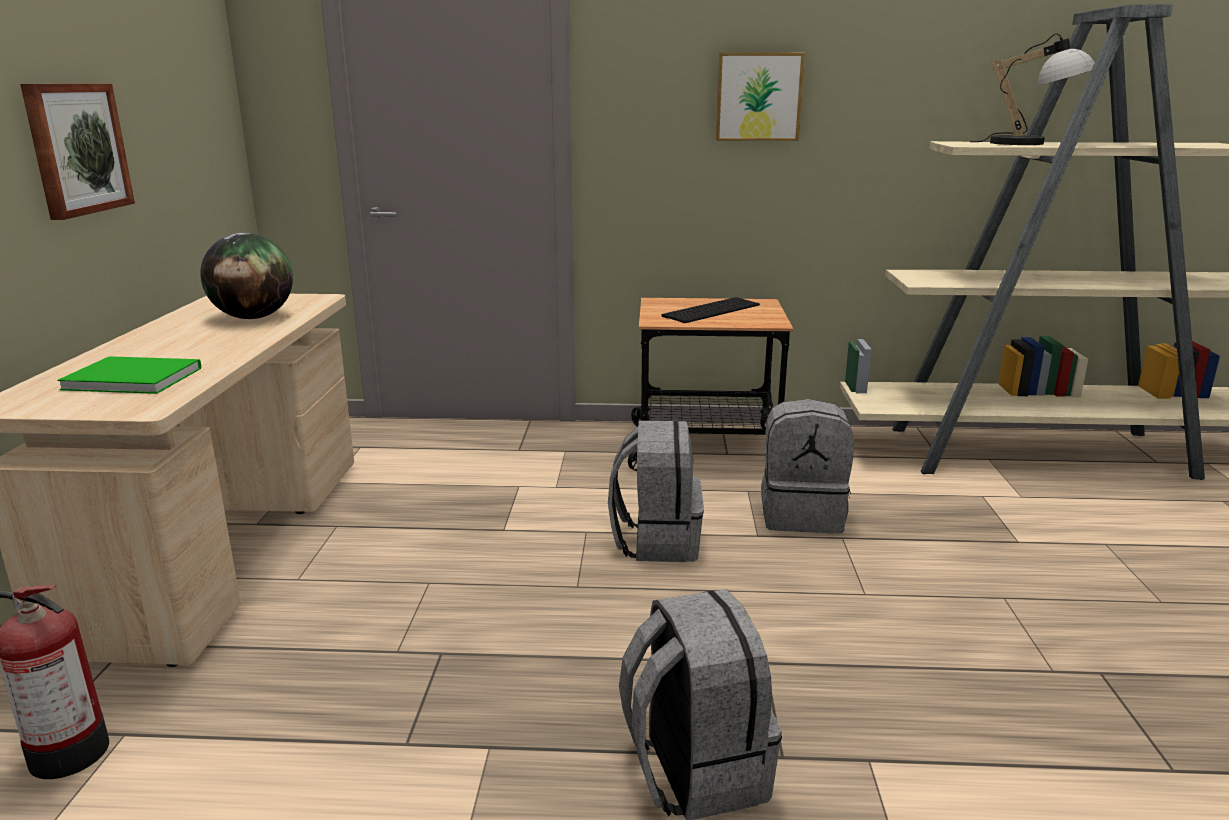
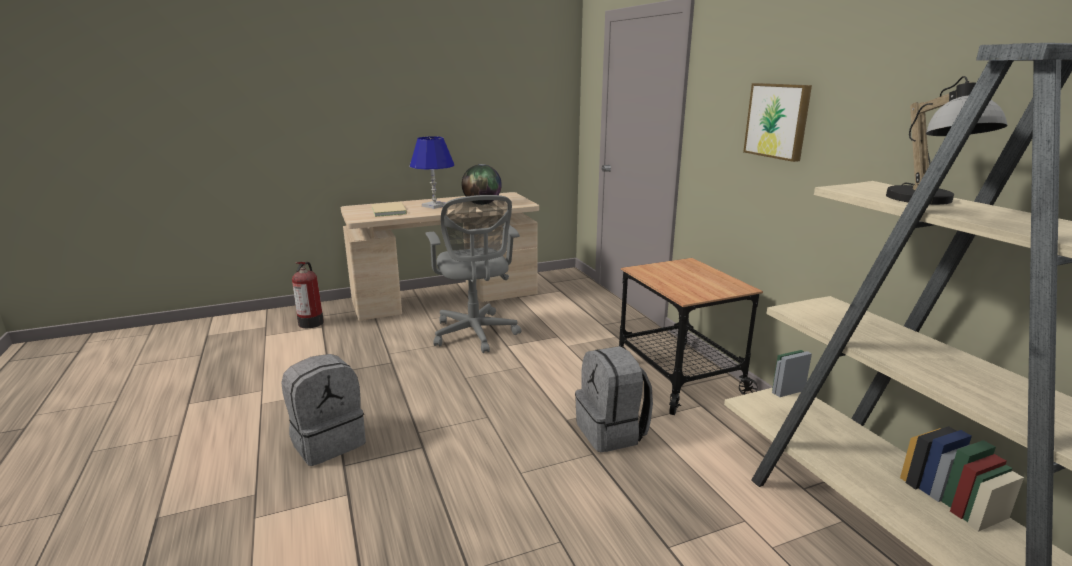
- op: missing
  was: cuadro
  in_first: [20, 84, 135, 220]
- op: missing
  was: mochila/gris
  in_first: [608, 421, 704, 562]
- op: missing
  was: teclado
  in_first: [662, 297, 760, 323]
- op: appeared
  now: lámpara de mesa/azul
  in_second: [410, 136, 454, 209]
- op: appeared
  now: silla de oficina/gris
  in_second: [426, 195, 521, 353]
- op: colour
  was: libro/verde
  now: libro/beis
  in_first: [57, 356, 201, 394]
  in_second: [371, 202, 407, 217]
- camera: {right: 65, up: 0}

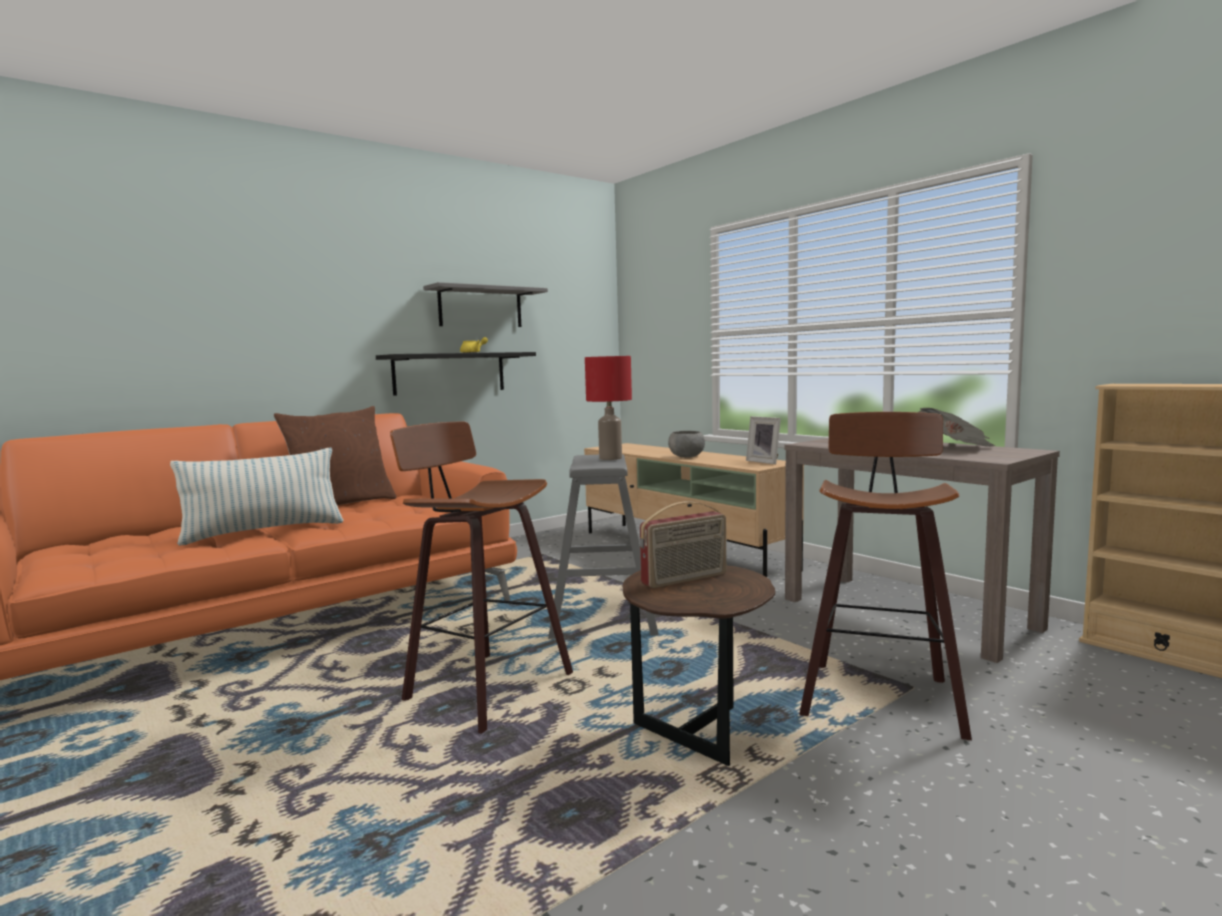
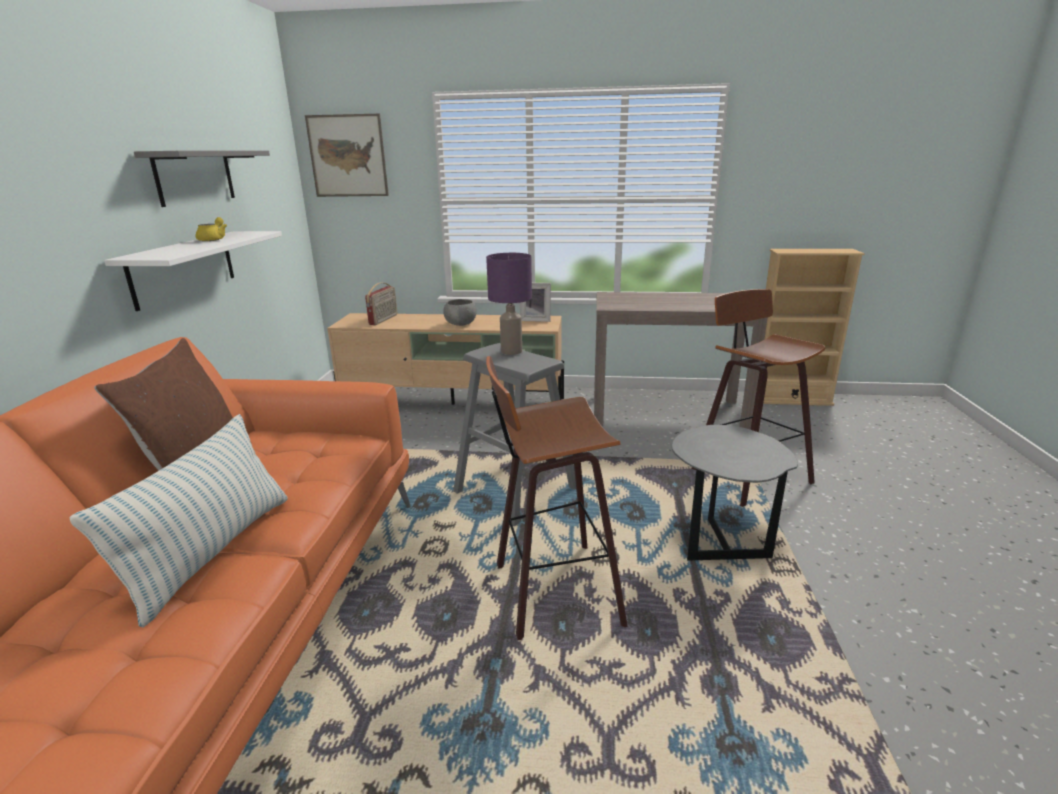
- op: missing
  was: periódico
  in_first: [919, 408, 995, 447]
- op: appeared
  now: cuadro
  in_second: [305, 114, 389, 197]
- op: relocated
  was: radio
  in_first: [640, 501, 726, 588]
  in_second: [365, 283, 397, 325]
- op: colour
  was: estante/negro
  now: estante/blanco
  in_first: [376, 352, 536, 396]
  in_second: [104, 231, 282, 311]
- op: colour
  was: lámpara de mesa/rojo
  now: lámpara de mesa/morado
  in_first: [585, 356, 632, 460]
  in_second: [486, 253, 532, 355]
- op: colour
  was: mesa auxiliar/marrón
  now: mesa auxiliar/gris
  in_first: [623, 566, 775, 766]
  in_second: [672, 425, 798, 561]
- camera: {right: -45, up: 15}

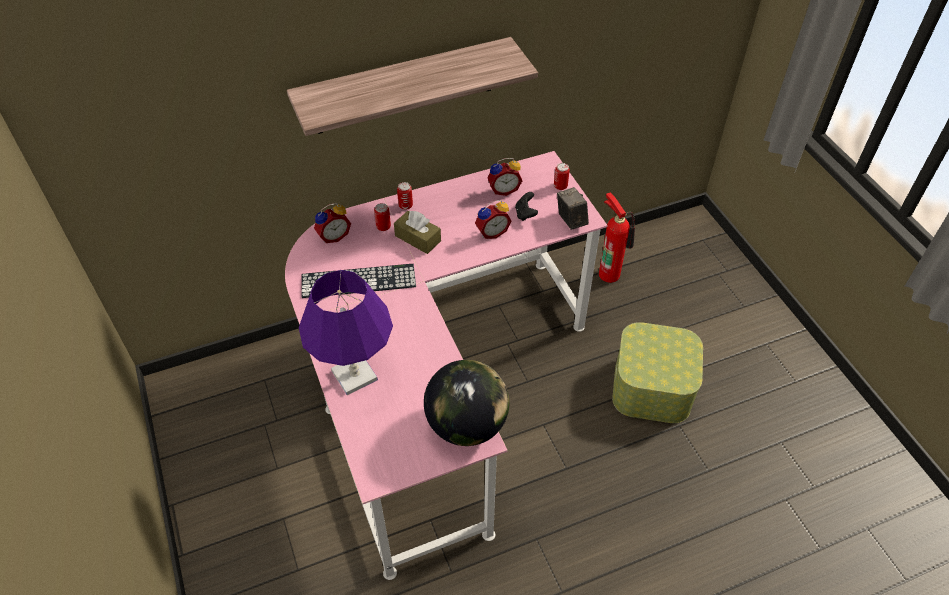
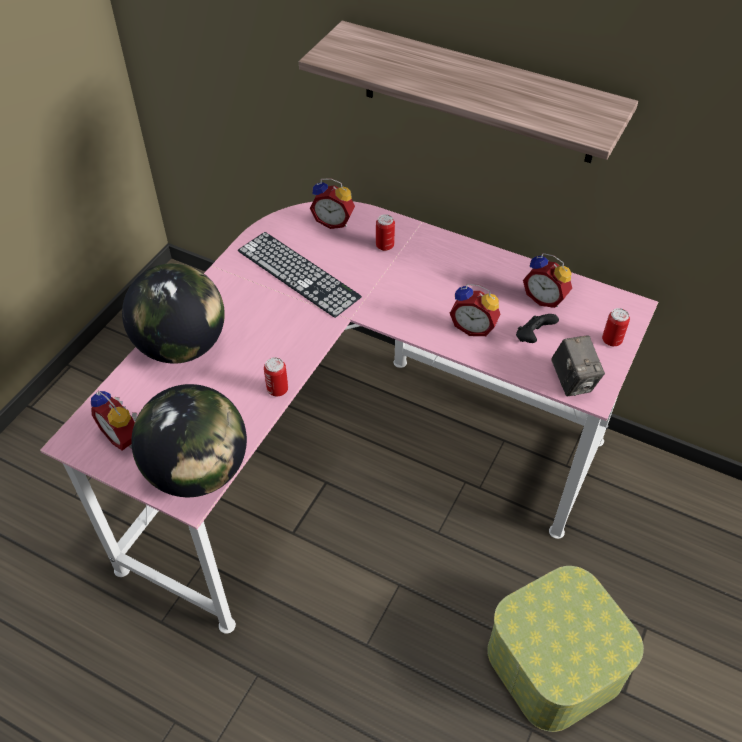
- op: missing
  was: caja de pañuelos/marrón
  in_first: [394, 211, 441, 254]
- op: missing
  was: extintor
  in_first: [599, 192, 635, 283]
- op: appeared
  now: despertador
  in_second: [91, 391, 137, 450]
- op: relocated
  was: lata
  in_first: [397, 182, 413, 210]
  in_second: [264, 357, 288, 396]
- op: exchanged
  was: lámpara de mesa/morado
  now: globo terráqueo
  in_first: [299, 270, 393, 395]
  in_second: [122, 263, 225, 364]
- op: spun
  was: cámara
  in_first: [557, 187, 589, 230]
  in_second: [551, 335, 605, 397]
  clockwise: 135
- camera: {right: 50, up: 0}

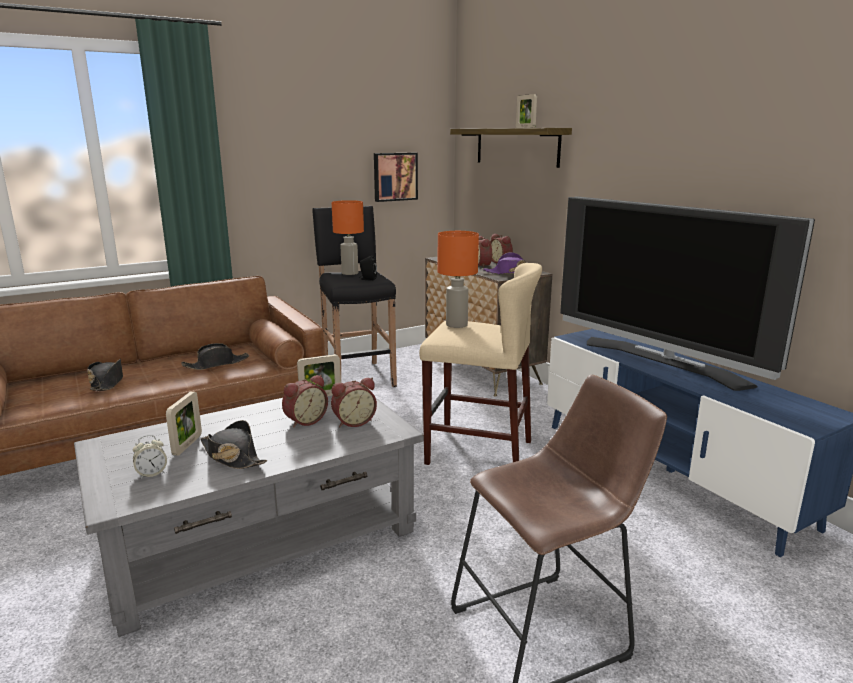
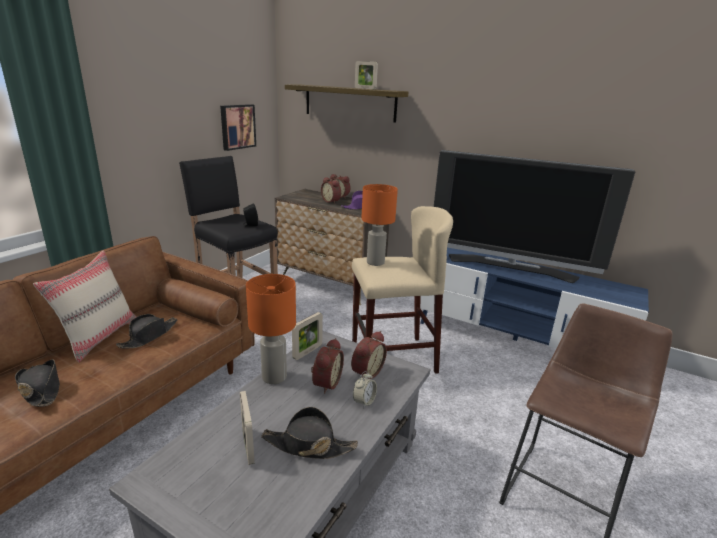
- op: appeared
  now: cojín/beis
  in_second: [33, 250, 136, 362]
- op: relocated
  was: despertador
  in_first: [132, 435, 167, 479]
  in_second: [353, 371, 377, 408]
- op: relocated
  was: lámpara de mesa/naranja
  in_first: [332, 200, 364, 275]
  in_second: [246, 274, 296, 384]
- camera: {right: -30, up: 5}

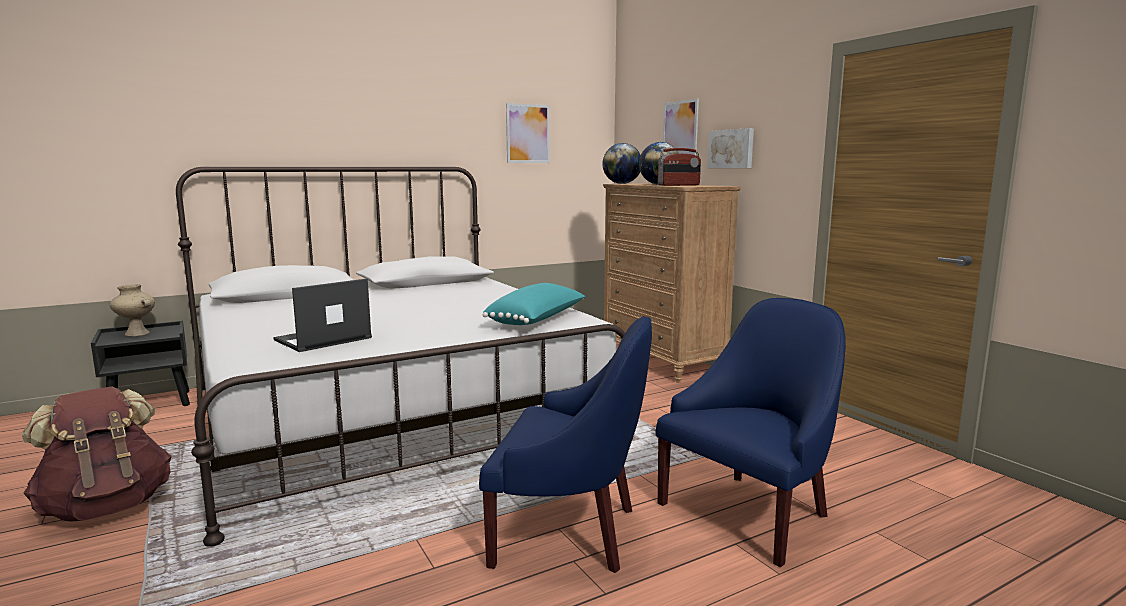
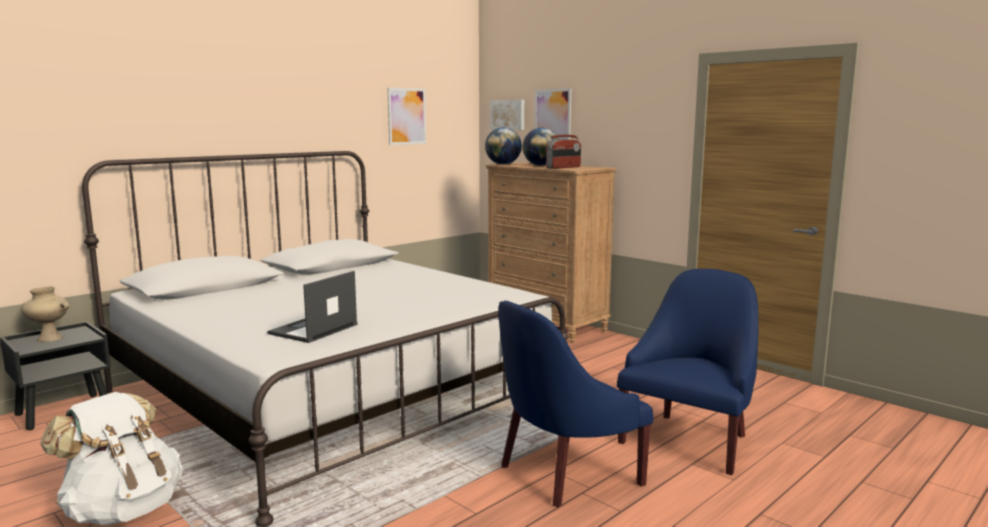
- op: missing
  was: cojín/turquesa
  in_first: [483, 283, 586, 325]
- op: relocated
  was: cuadro
  in_first: [708, 128, 754, 168]
  in_second: [490, 100, 524, 130]
- op: colour
  was: mochila/marrón
  now: mochila/blanco
  in_first: [22, 386, 172, 522]
  in_second: [40, 392, 182, 525]
- op: spun
  was: sillón/azul
  in_first: [479, 316, 652, 573]
  in_second: [498, 301, 653, 507]
  clockwise: 150
- camera: {right: -15, up: 0}

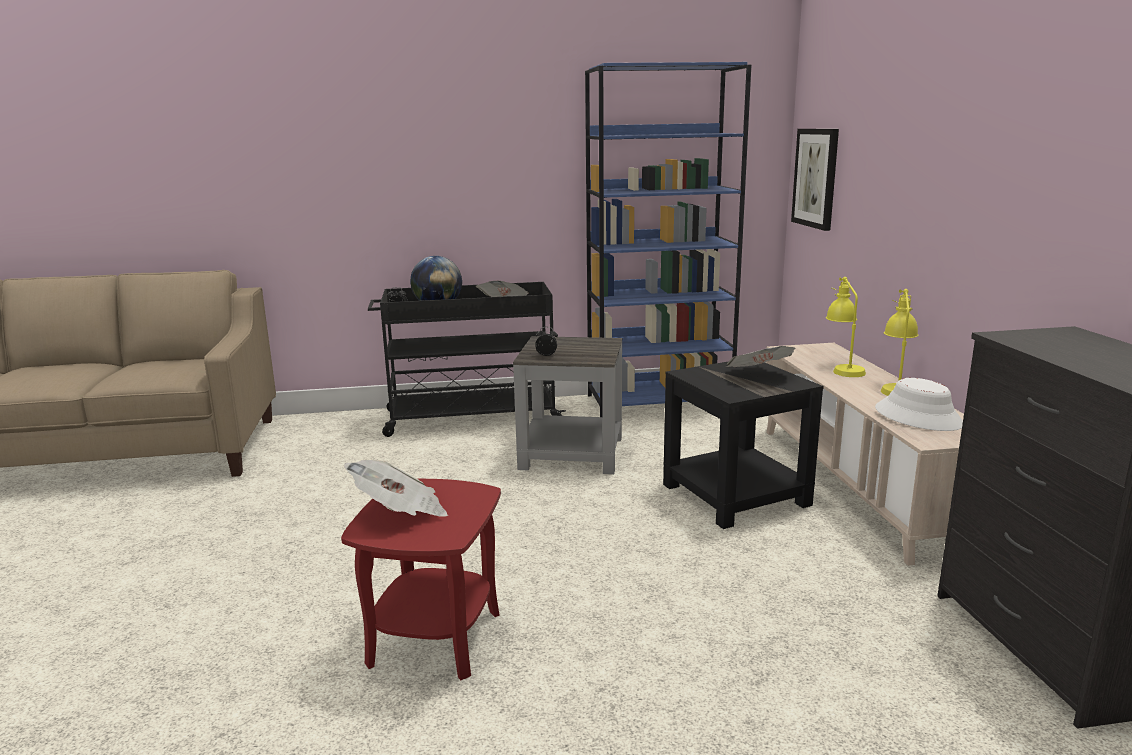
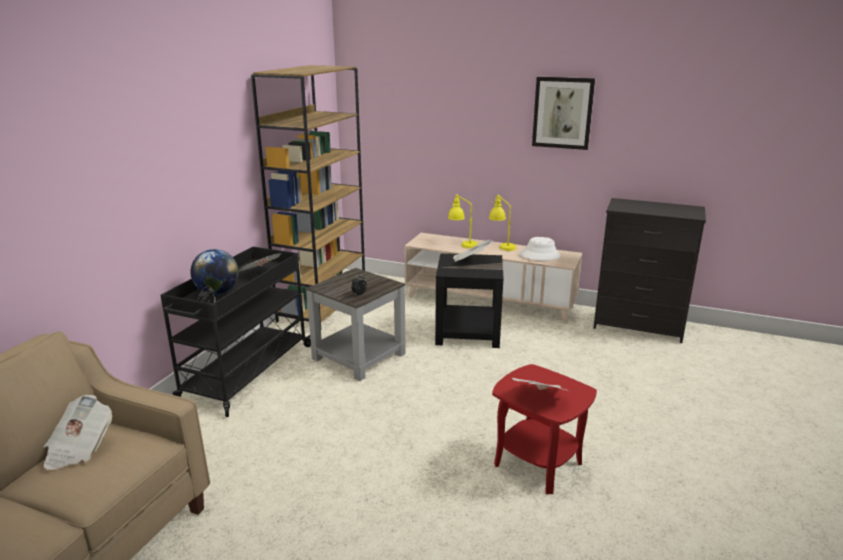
- op: appeared
  now: periódico
  in_second: [43, 395, 112, 470]
- op: relocated
  was: cuadro
  in_first: [791, 129, 839, 231]
  in_second: [532, 77, 595, 150]
- op: colour
  was: estantería/azul
  now: estantería/marrón
  in_first: [585, 62, 751, 417]
  in_second: [251, 65, 365, 325]
- camera: {right: -60, up: 5}

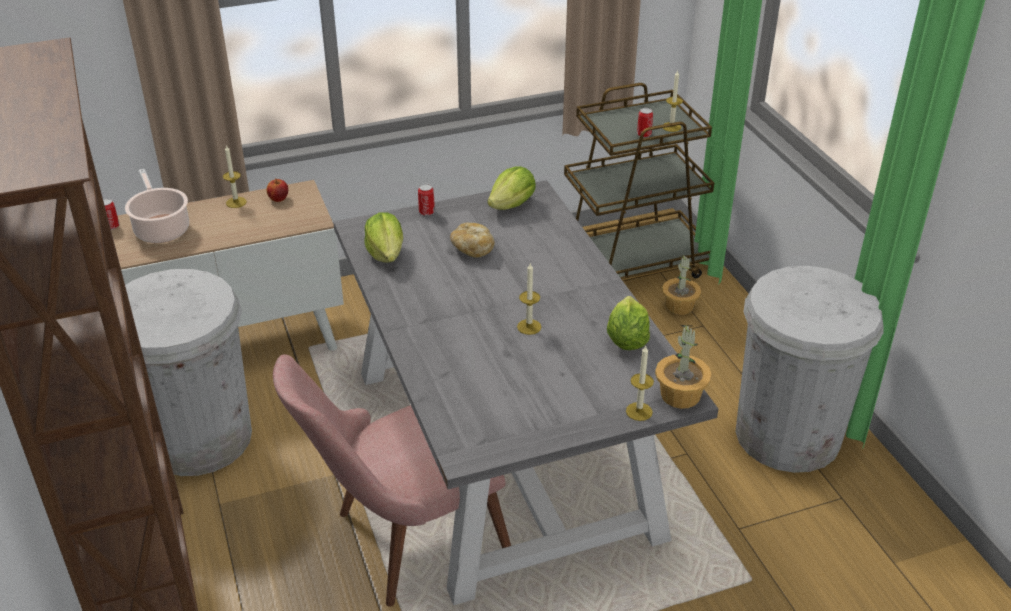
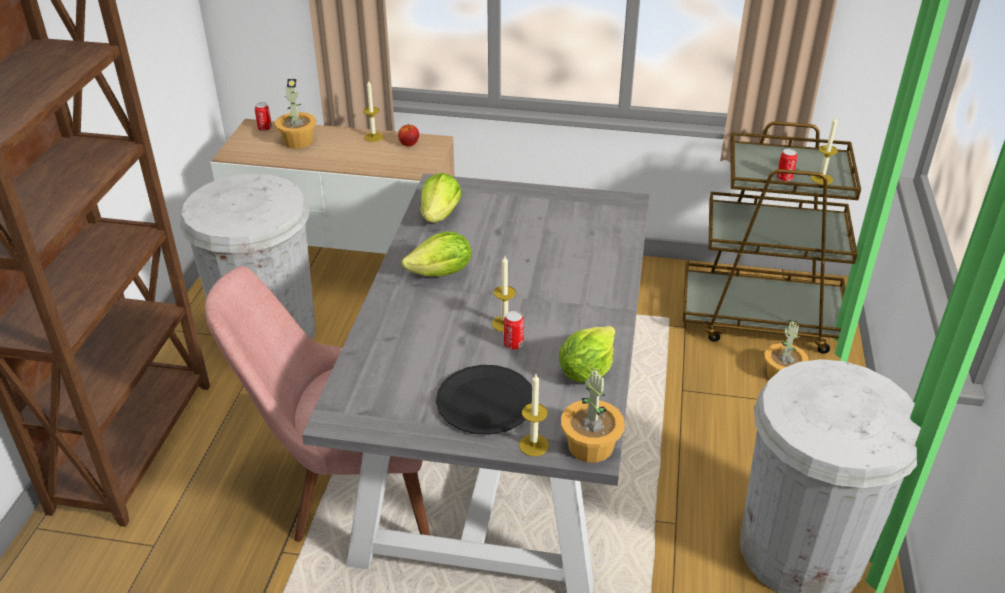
- op: missing
  was: pan
  in_first: [450, 223, 495, 257]
- op: appeared
  now: plato/negro
  in_second: [436, 365, 532, 435]
- op: relocated
  was: lata
  in_first: [418, 184, 435, 216]
  in_second: [504, 311, 524, 350]
- op: relocated
  was: lechuga
  in_first: [487, 166, 536, 210]
  in_second: [402, 232, 471, 276]
- op: exchanged
  was: olla
  now: planta en maceta
  in_first: [125, 169, 189, 243]
  in_second: [275, 79, 316, 149]
- camera: {right: 30, up: 0}

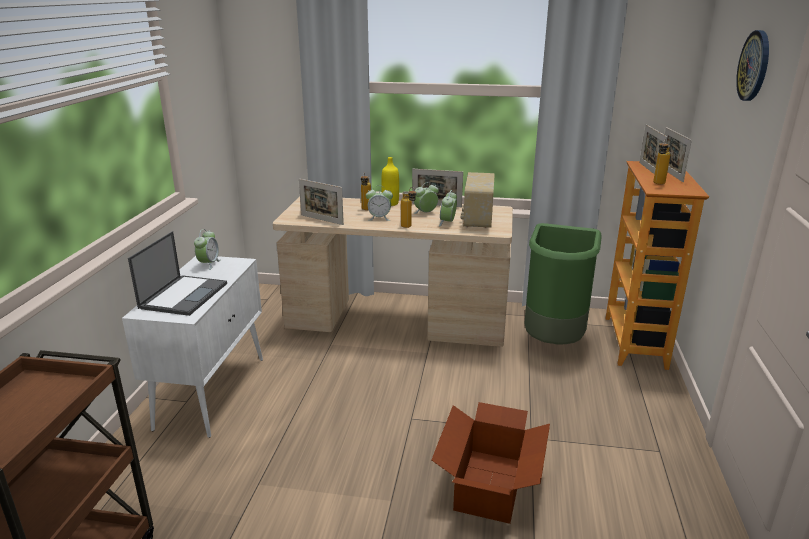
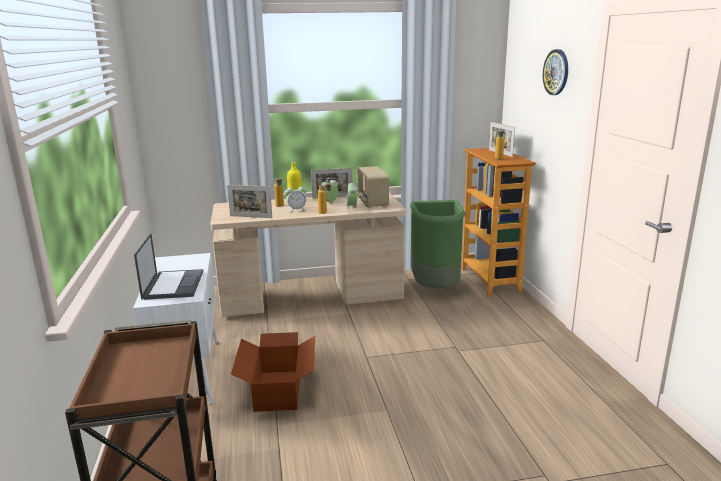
- op: missing
  was: despertador
  in_first: [194, 229, 221, 270]
- op: missing
  was: portarretratos
  in_first: [640, 124, 667, 174]
- op: relocated
  was: caja de cartón
  in_first: [431, 402, 550, 523]
  in_second: [231, 332, 315, 412]
- camera: {right: -20, up: -5}

